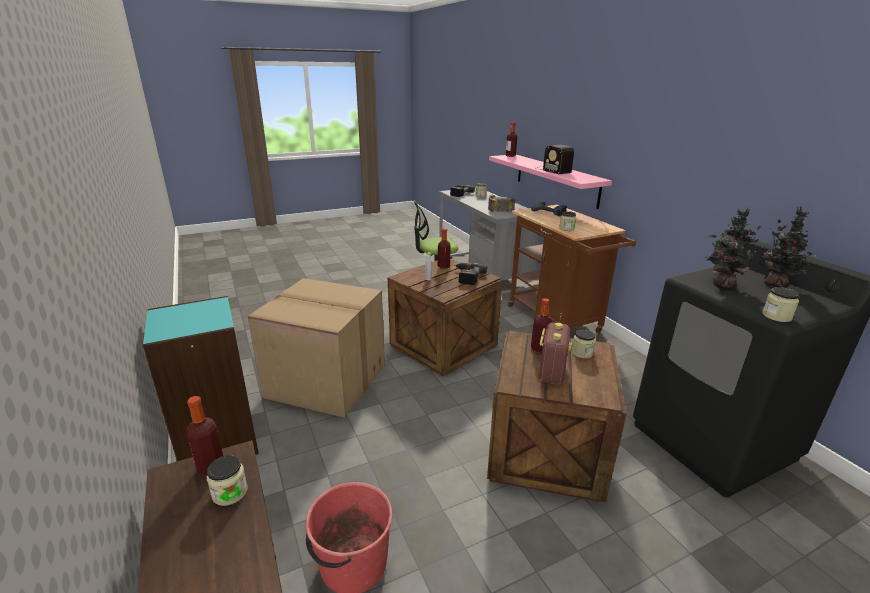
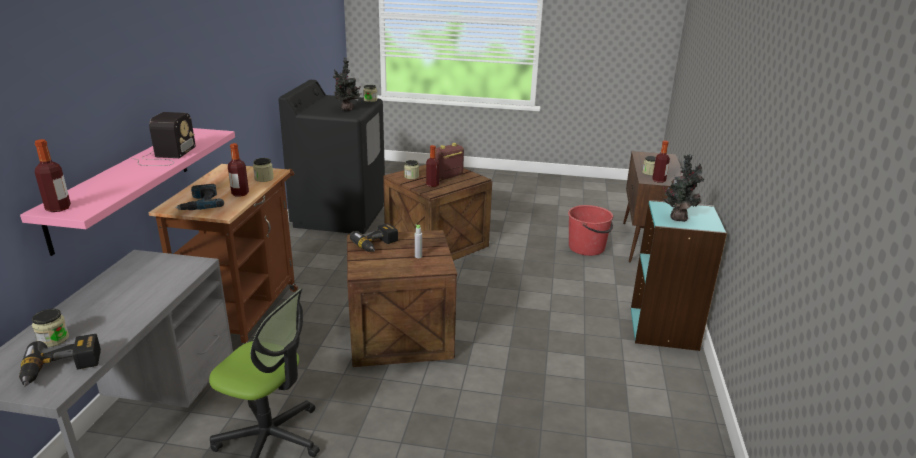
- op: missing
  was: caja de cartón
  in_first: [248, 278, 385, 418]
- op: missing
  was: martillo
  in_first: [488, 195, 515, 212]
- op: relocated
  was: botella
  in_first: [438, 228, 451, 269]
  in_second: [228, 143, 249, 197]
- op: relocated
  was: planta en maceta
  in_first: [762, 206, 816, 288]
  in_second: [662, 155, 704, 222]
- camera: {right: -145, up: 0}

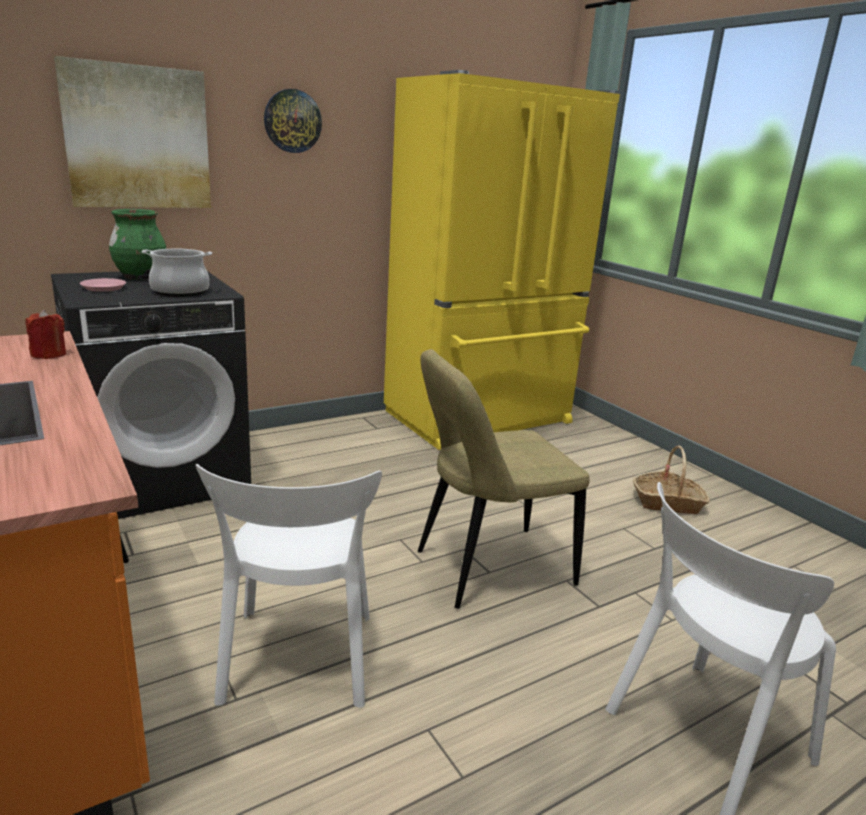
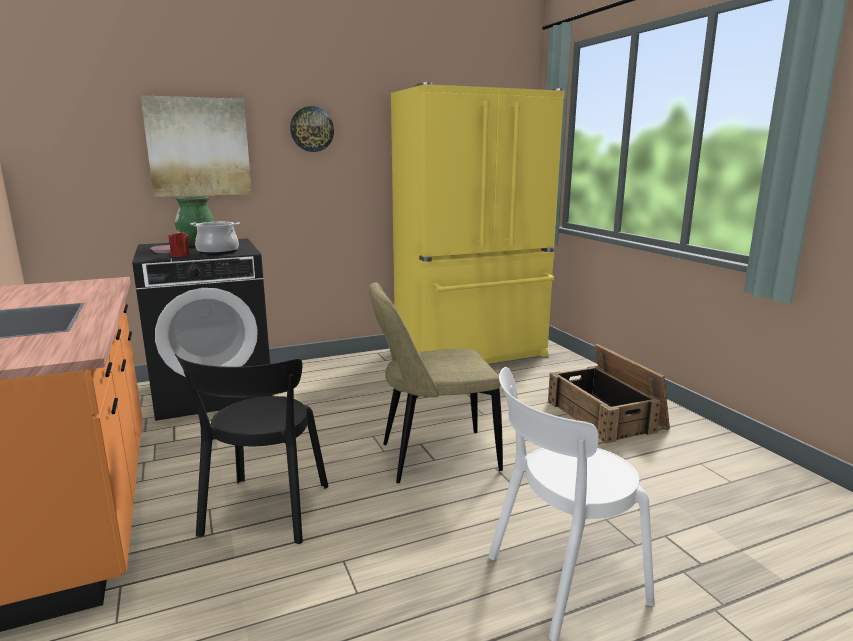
- op: relocated
  was: vela/rojo
  in_first: [26, 309, 66, 359]
  in_second: [169, 230, 190, 257]
- op: exchanged
  was: cesta
  now: caja de embalaje
  in_first: [633, 445, 710, 514]
  in_second: [548, 344, 670, 444]
- op: colour
  was: silla/blanco
  now: silla/negro
  in_first: [196, 464, 382, 708]
  in_second: [175, 354, 328, 544]
- camera: {right: 10, up: -5}

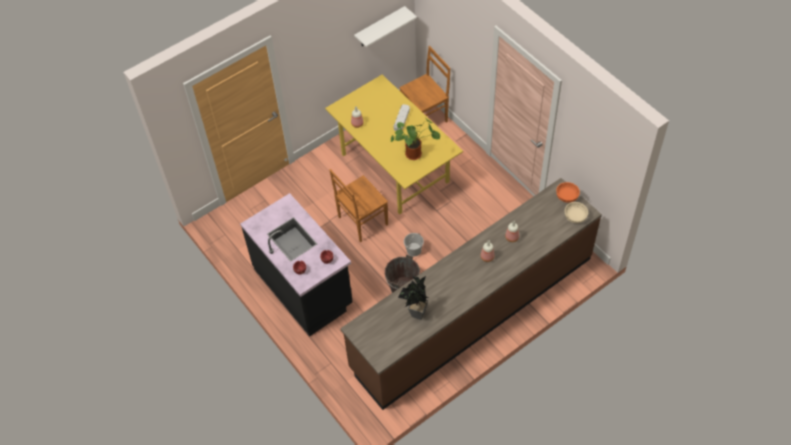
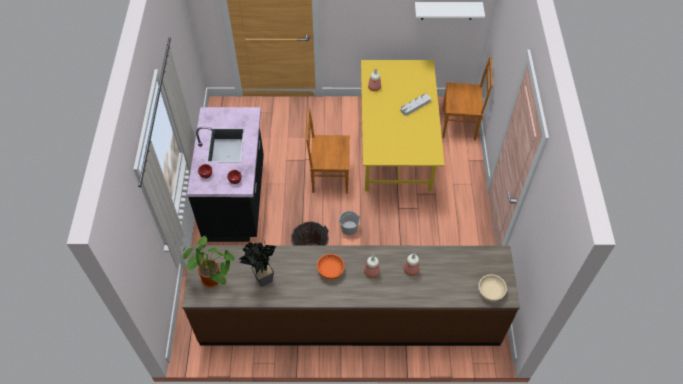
- op: relocated
  was: planta en maceta
  in_first: [391, 117, 440, 160]
  in_second: [181, 236, 234, 288]
- op: relocated
  was: cuenco/naranja
  in_first: [556, 182, 580, 203]
  in_second: [317, 254, 345, 280]
- camera: {right: 35, up: 0}

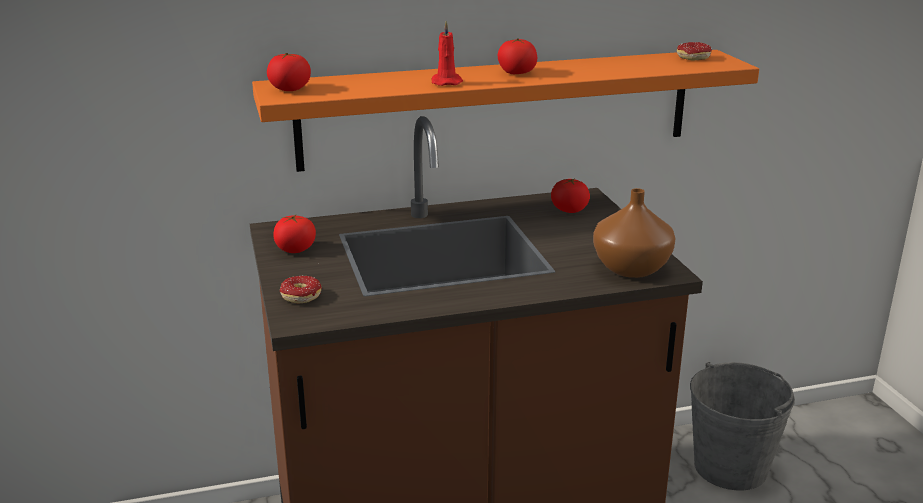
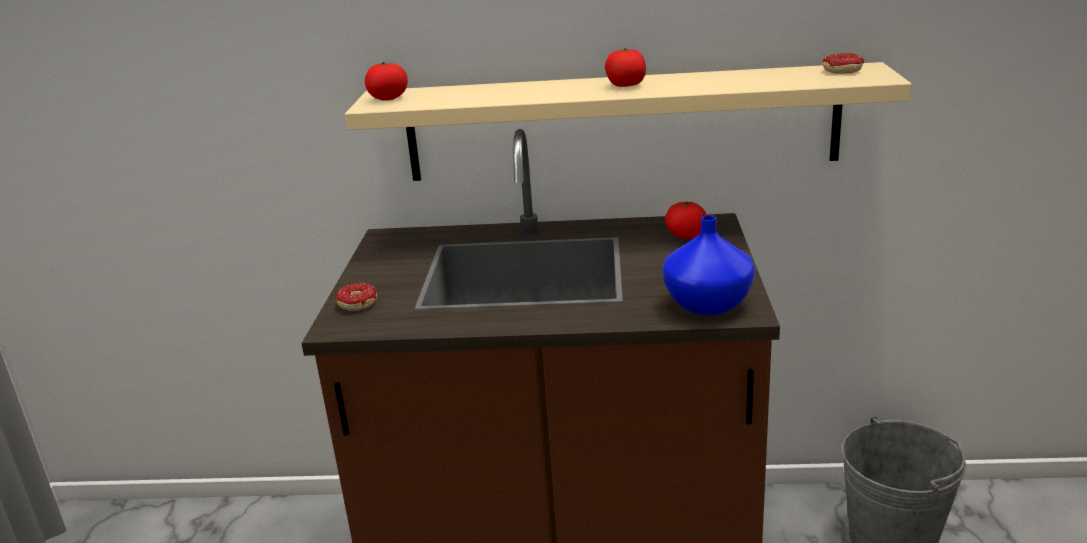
- op: missing
  was: tomate
  in_first: [273, 215, 316, 253]
- op: missing
  was: vela/rojo
  in_first: [432, 21, 463, 86]
- op: colour
  was: estante/naranja
  now: estante/beis
  in_first: [252, 50, 759, 172]
  in_second: [345, 62, 912, 181]
- op: colour
  was: florero/marrón
  now: florero/azul
  in_first: [593, 188, 676, 278]
  in_second: [663, 215, 755, 315]
- camera: {right: 20, up: 0}

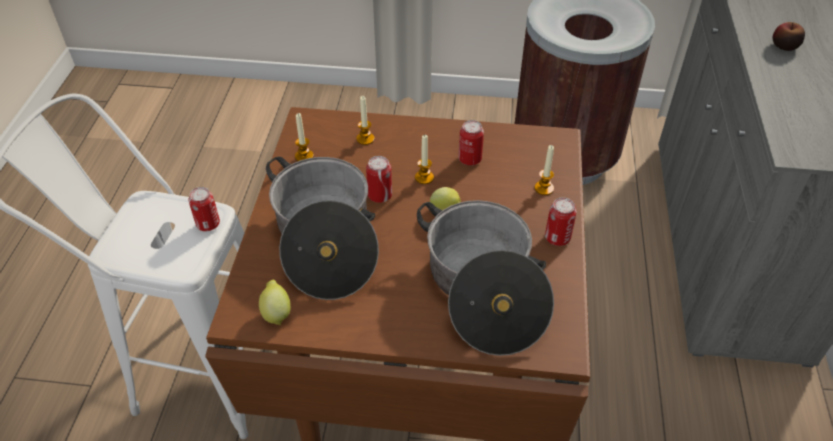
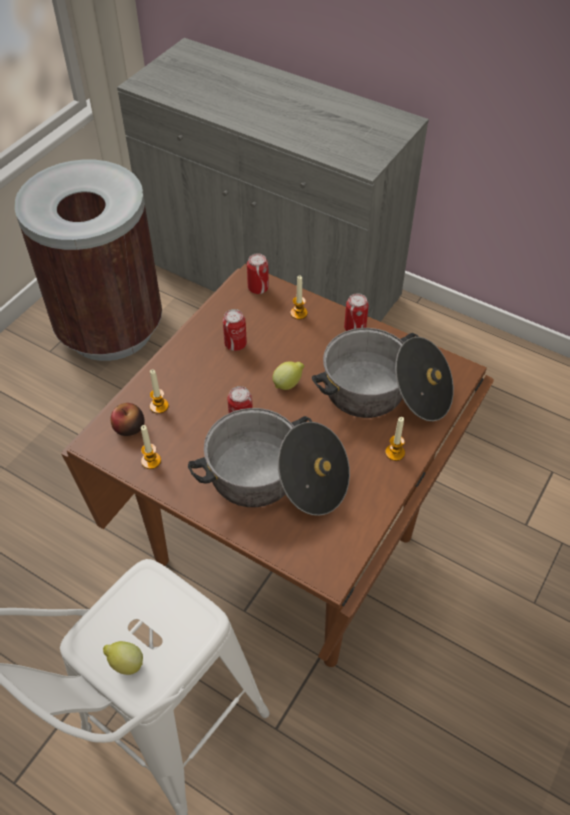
- op: relocated
  was: lata
  in_first: [189, 187, 220, 231]
  in_second: [247, 253, 269, 294]
- op: relocated
  was: limón
  in_first: [259, 279, 291, 325]
  in_second: [103, 641, 143, 675]
- op: relocated
  was: vela
  in_first: [415, 135, 434, 184]
  in_second: [385, 417, 405, 461]
- op: relocated
  was: manzana
  in_first: [773, 22, 805, 51]
  in_second: [110, 403, 145, 436]
- camera: {right: -65, up: 5}

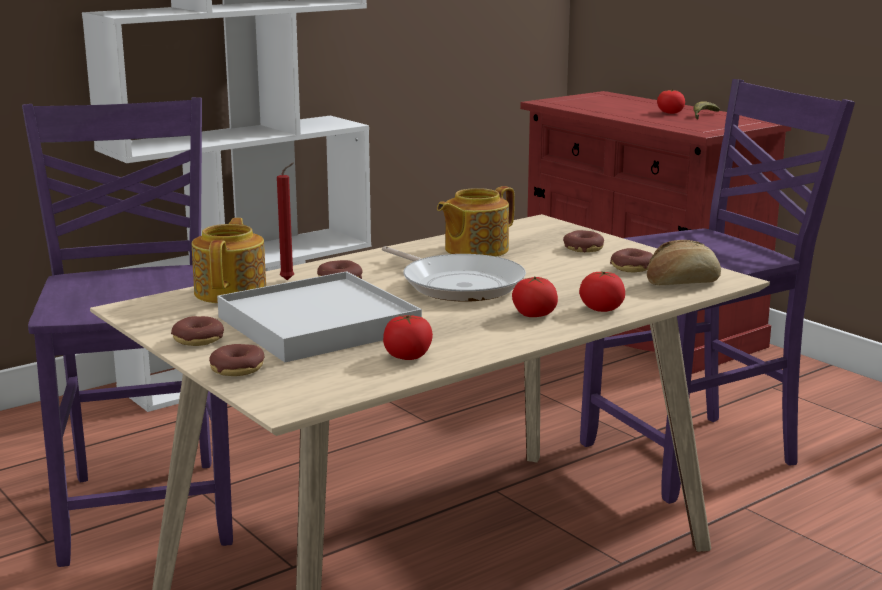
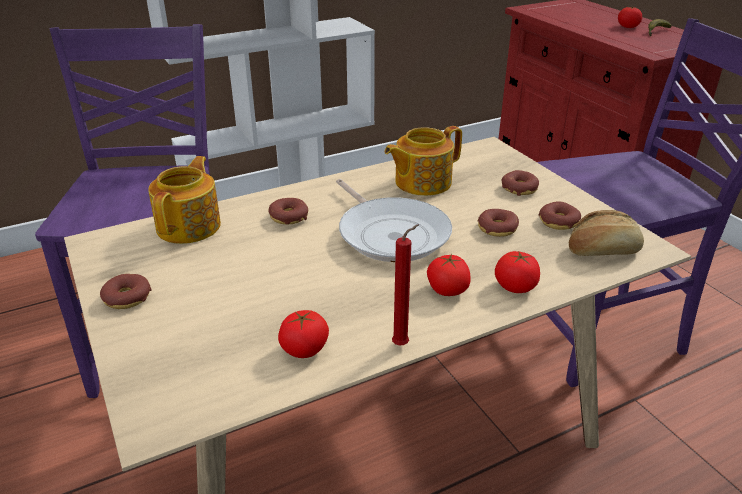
- op: missing
  was: bandeja/blanco
  in_first: [217, 271, 422, 362]
- op: relocated
  was: rosquilla
  in_first: [209, 344, 264, 376]
  in_second: [478, 209, 519, 237]
- op: relocated
  was: vela/rojo
  in_first: [277, 163, 294, 280]
  in_second: [392, 224, 418, 345]
- camera: {right: 10, up: 15}

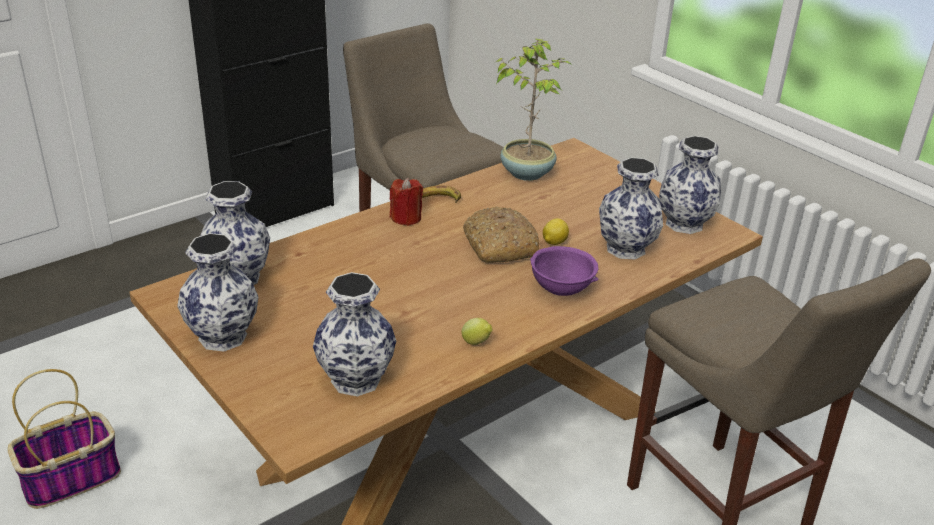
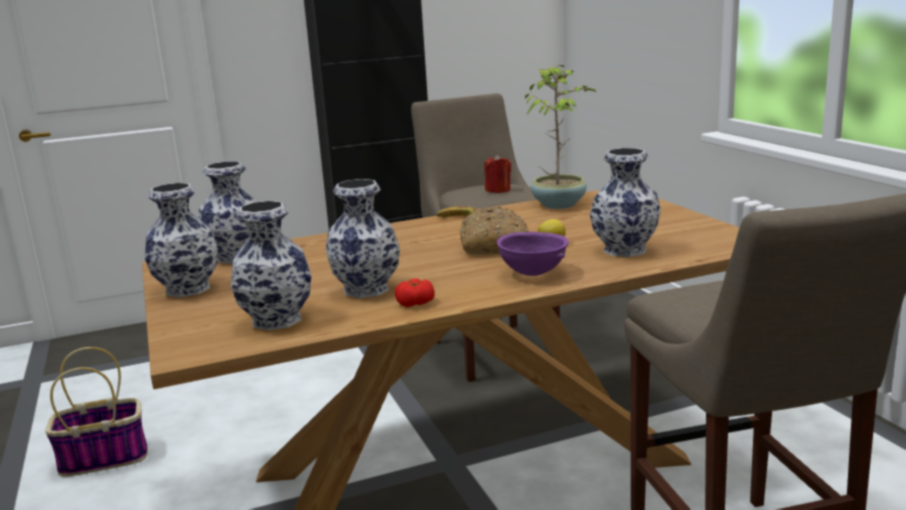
- op: relocated
  was: vela/rojo
  in_first: [390, 178, 423, 226]
  in_second: [484, 154, 511, 193]
- op: relocated
  was: florero
  in_first: [659, 136, 721, 234]
  in_second: [326, 179, 400, 298]
- op: exchanged
  was: limón
  now: tomate
  in_first: [461, 318, 492, 345]
  in_second: [395, 278, 435, 307]
- camera: {right: 20, up: -15}

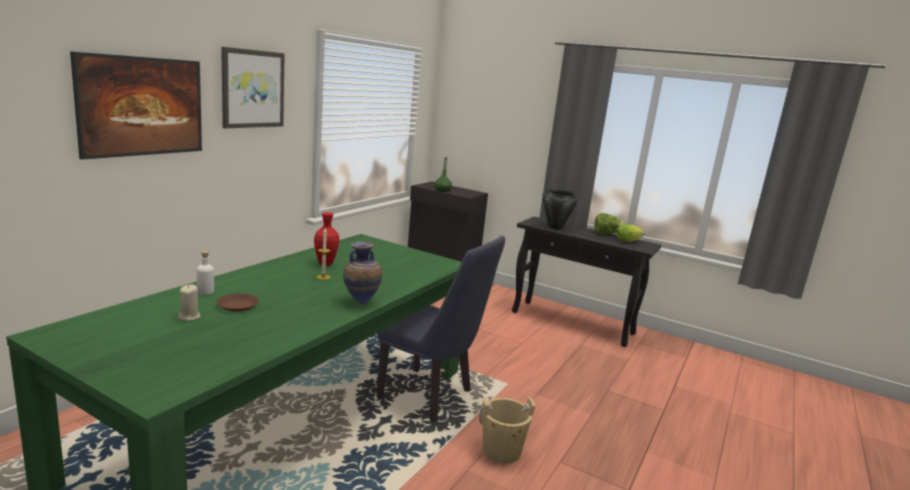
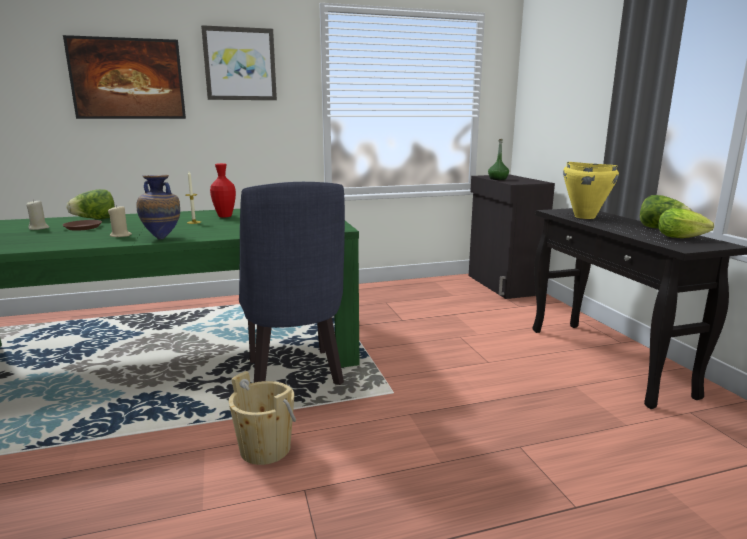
- op: appeared
  now: vela/beis
  in_second: [108, 205, 132, 237]
- op: exchanged
  was: botella/blanco
  now: lechuga
  in_first: [197, 251, 214, 294]
  in_second: [67, 189, 115, 219]
- op: colour
  was: olla/negro
  now: olla/amarillo
  in_first: [542, 189, 578, 229]
  in_second: [563, 162, 619, 219]
- camera: {right: 45, up: 0}

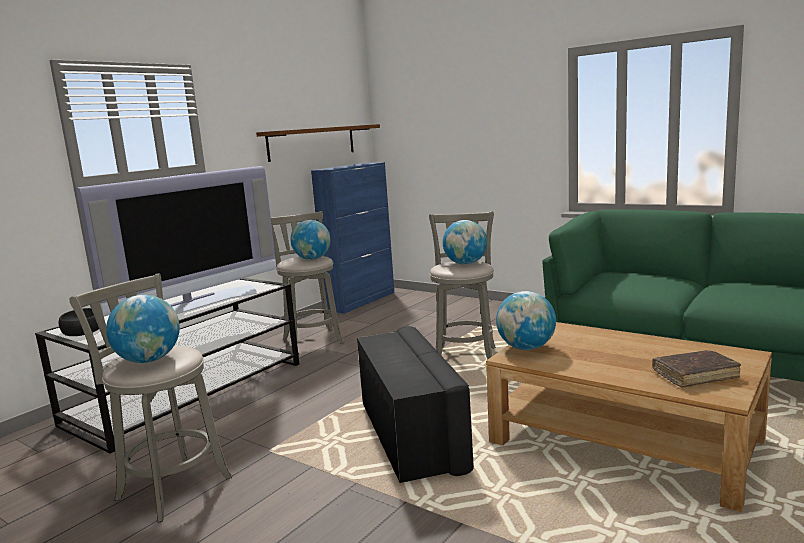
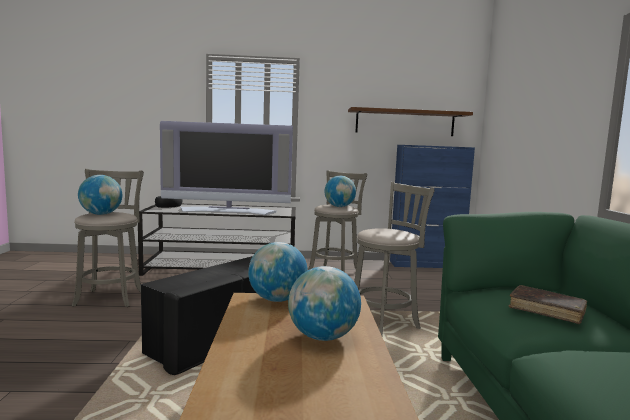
- op: relocated
  was: globo terráqueo
  in_first: [443, 220, 487, 265]
  in_second: [288, 266, 361, 341]
- op: relocated
  was: libro/marrón
  in_first: [652, 350, 741, 388]
  in_second: [508, 285, 588, 324]
- camera: {right: 50, up: -5}

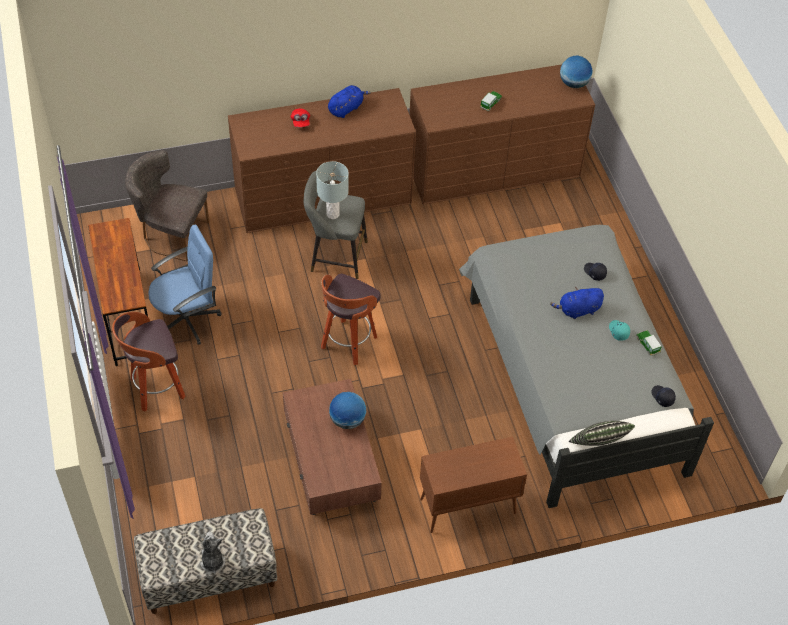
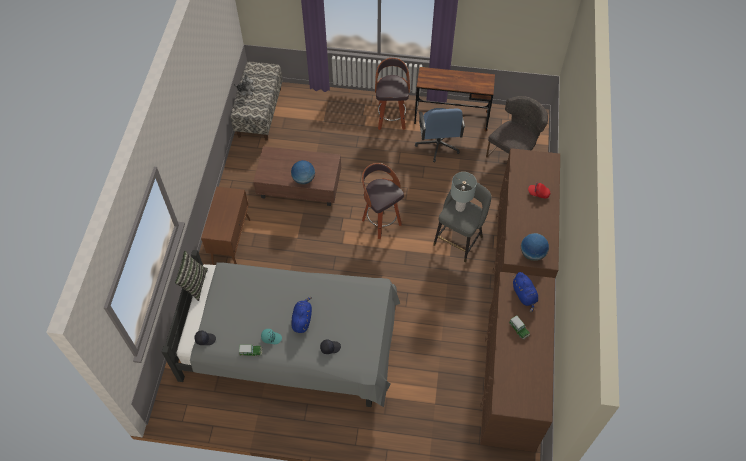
- op: relocated
  was: peluche/azul
  in_first: [328, 85, 371, 118]
  in_second: [513, 272, 538, 312]
- op: relocated
  was: globo terráqueo
  in_first: [560, 55, 592, 88]
  in_second: [521, 233, 549, 261]
- camera: {right: 115, up: 5}

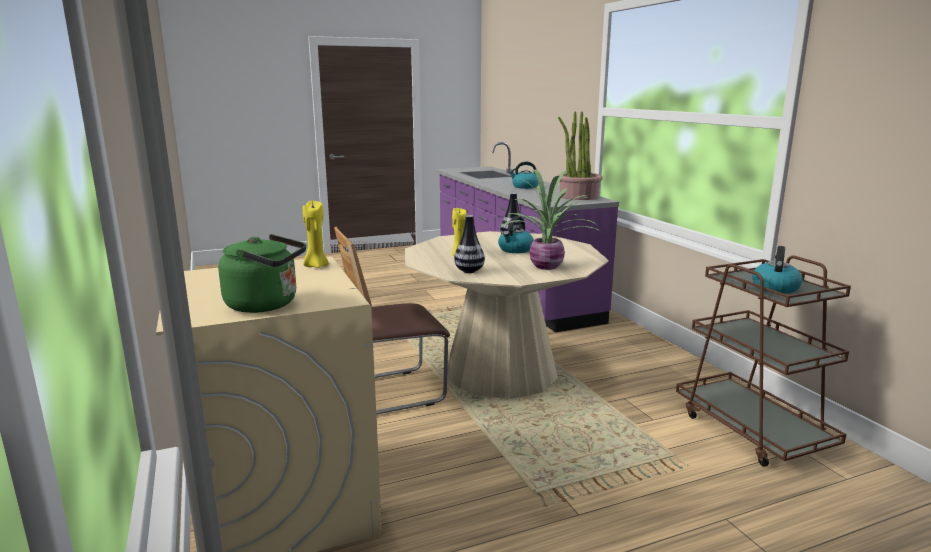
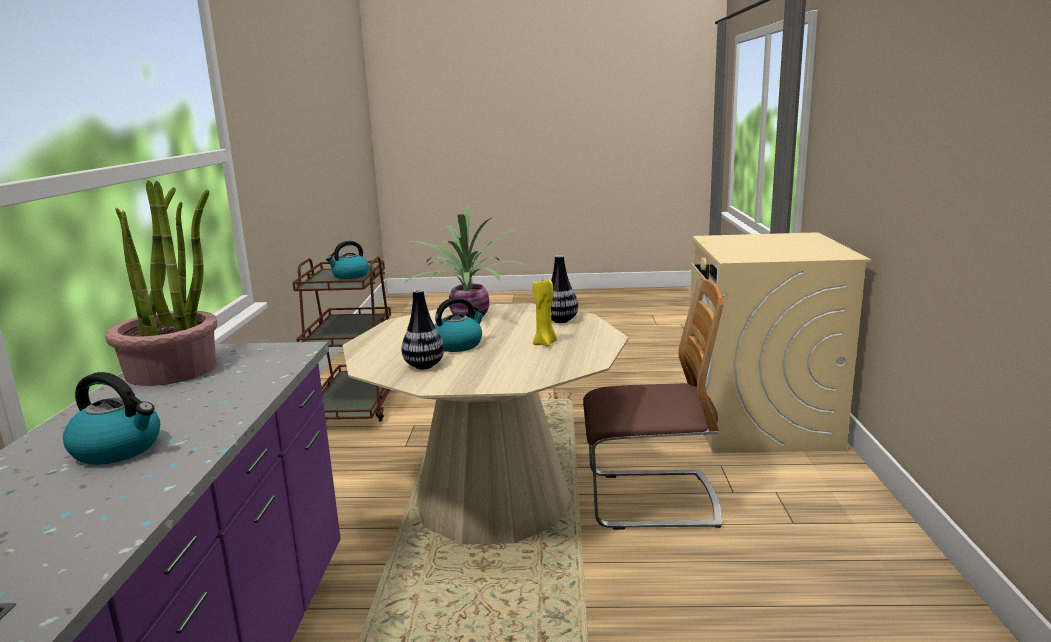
- op: missing
  was: hervidor/verde
  in_first: [218, 234, 306, 313]
- op: missing
  was: vela/amarillo
  in_first: [303, 201, 329, 268]
- camera: {right: -155, up: 0}

